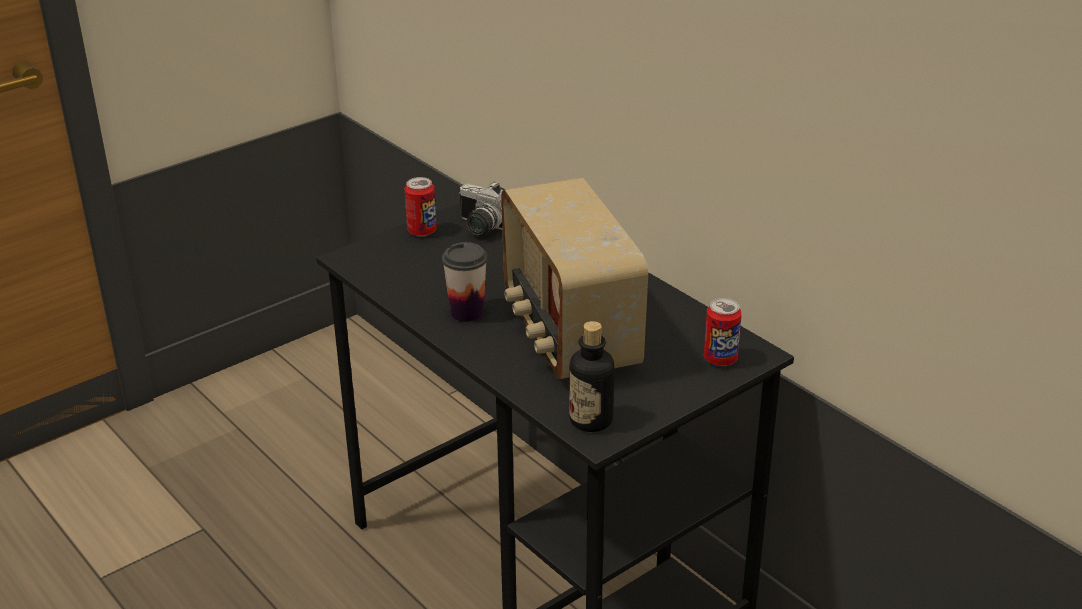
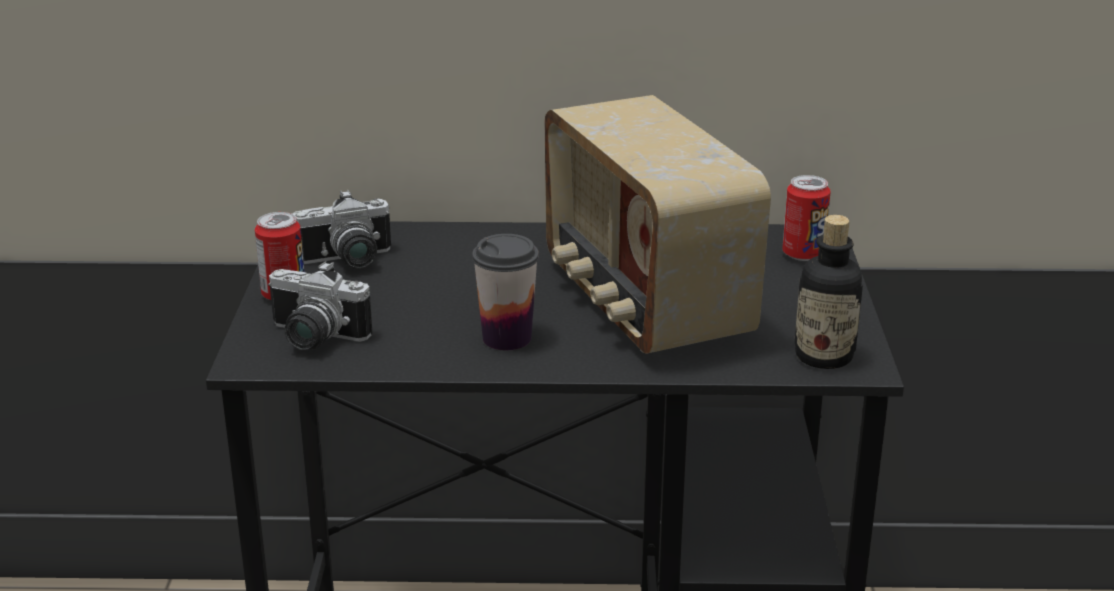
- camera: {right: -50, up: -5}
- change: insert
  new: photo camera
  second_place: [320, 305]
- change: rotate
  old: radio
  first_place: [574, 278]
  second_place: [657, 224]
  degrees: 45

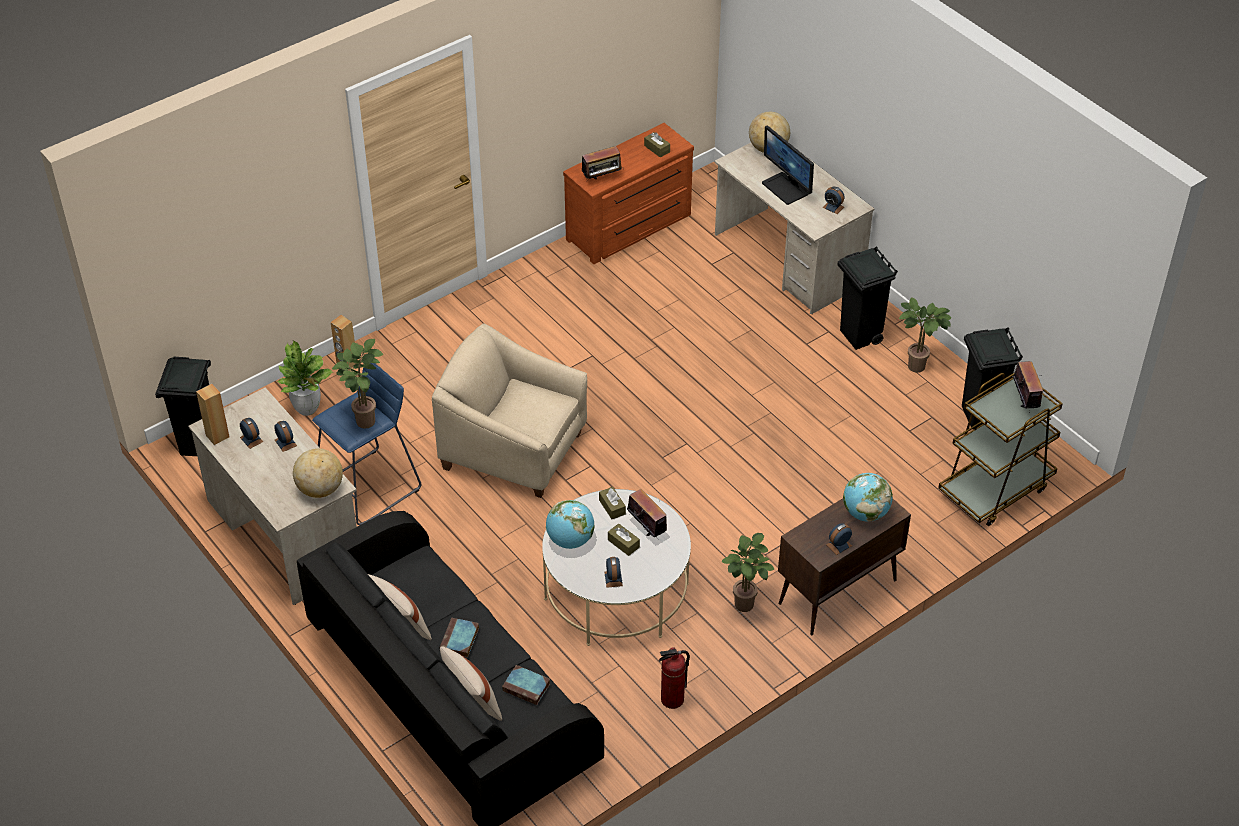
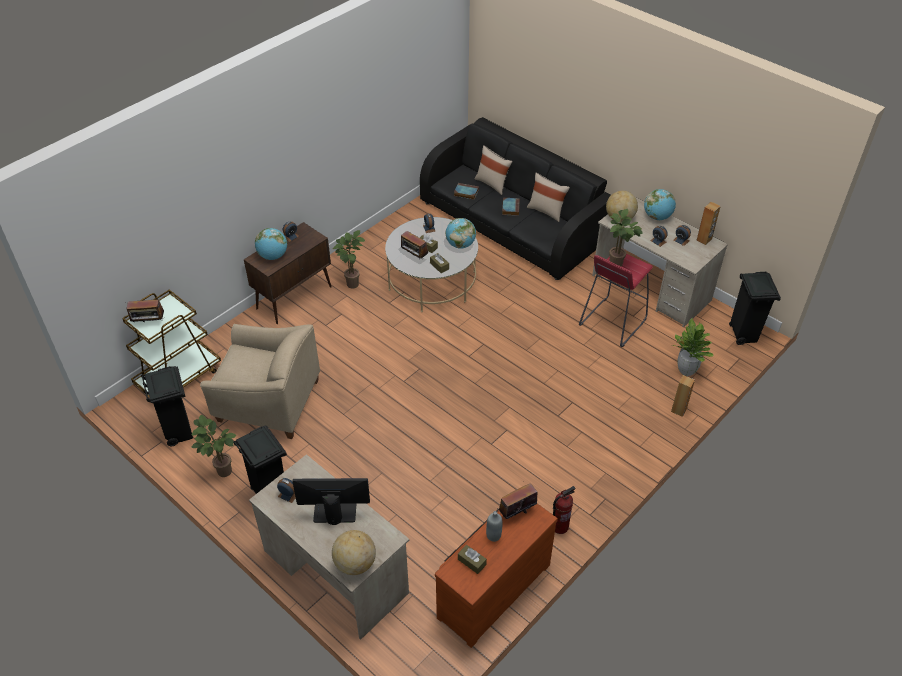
- camera: {right: 170, up: 0}
- change: insert
  new: grey bottle
  second_place: [494, 526]
- change: insert
  new: globe
  second_place: [660, 204]
- change: move
  old: beige armchair
  first_place: [509, 410]
  second_place: [260, 381]
- change: move
  old: fire extinguisher
  first_place: [674, 678]
  second_place: [564, 510]
- change: recolor
  old: blue stool
  new: red stool
  first_place: [367, 444]
  second_place: [616, 300]
- change: rotate
  old: monitor
  first_place: [788, 165]
  second_place: [331, 501]
  degrees: -45
- change: rotate
  old: radio
  first_place: [1027, 384]
  second_place: [145, 312]
  degrees: -75

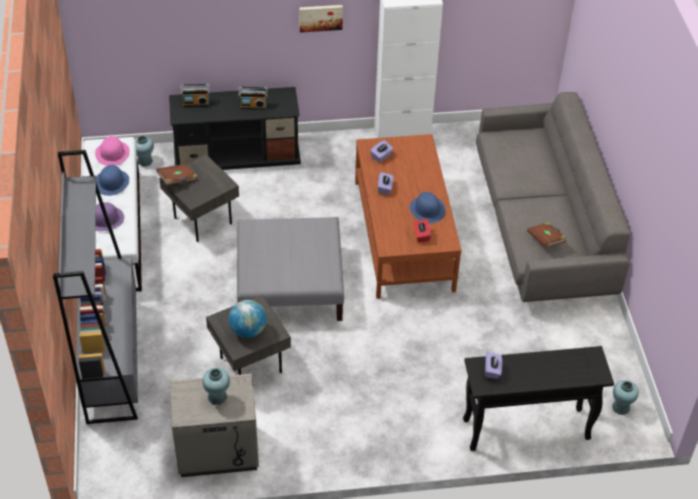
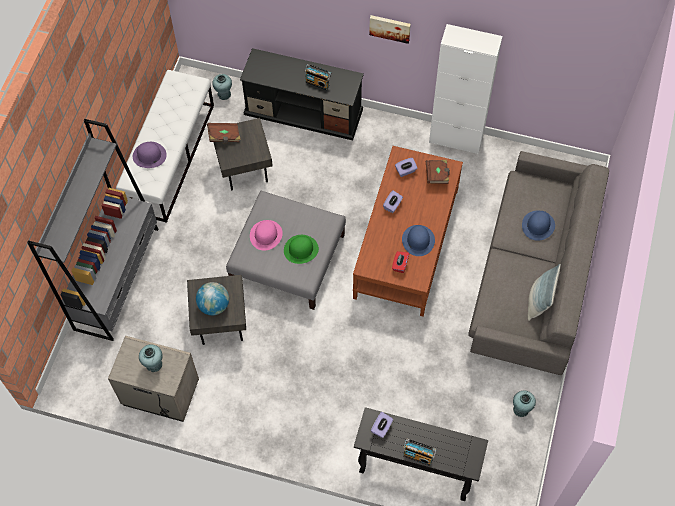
- camera: {right: 25, up: 15}
- change: insert
  new: green hat
  second_place: [301, 249]
- change: insert
  new: pillow
  second_place: [544, 292]
- change: move
  old: pink hat
  first_place: [112, 151]
  second_place: [266, 235]
- change: move
  old: blue hat
  first_place: [112, 180]
  second_place: [538, 225]
- change: move
  old: radio
  first_place: [195, 95]
  second_place: [420, 452]
- change: move
  old: brown book
  first_place: [546, 235]
  second_place: [438, 172]
- change: move
  old: turquoise vase
  first_place: [625, 397]
  second_place: [524, 404]

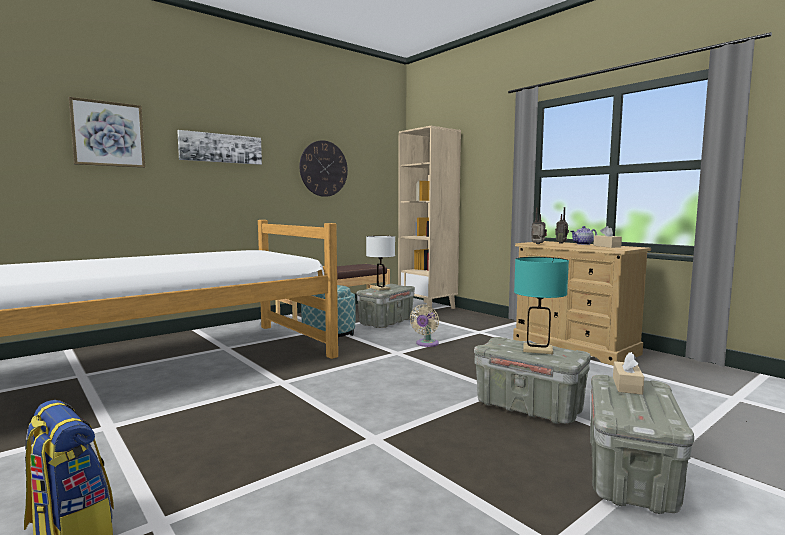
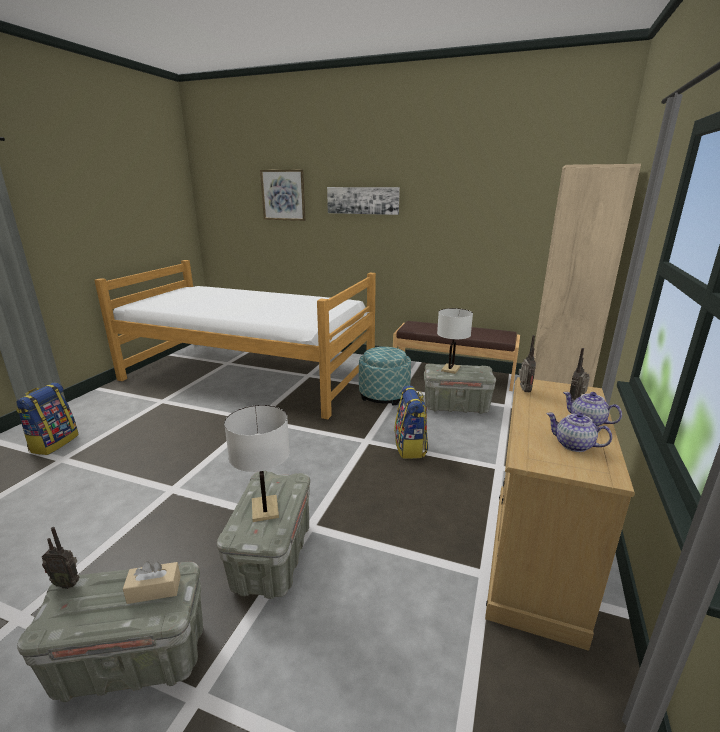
- camera: {right: 60, up: 15}
- change: delete
  old: wall clock
  first_place: [323, 168]
- change: insert
  new: radio
  second_place: [60, 558]
- change: replace
  old: beige fan
  new: backpack
  first_place: [424, 326]
  second_place: [411, 422]
- change: replace
  old: beige tissue box
  new: teapot
  first_place: [607, 237]
  second_place: [579, 432]
- change: recolor
  old: turquoise table lamp
  new: white table lamp
  first_place: [541, 305]
  second_place: [257, 463]

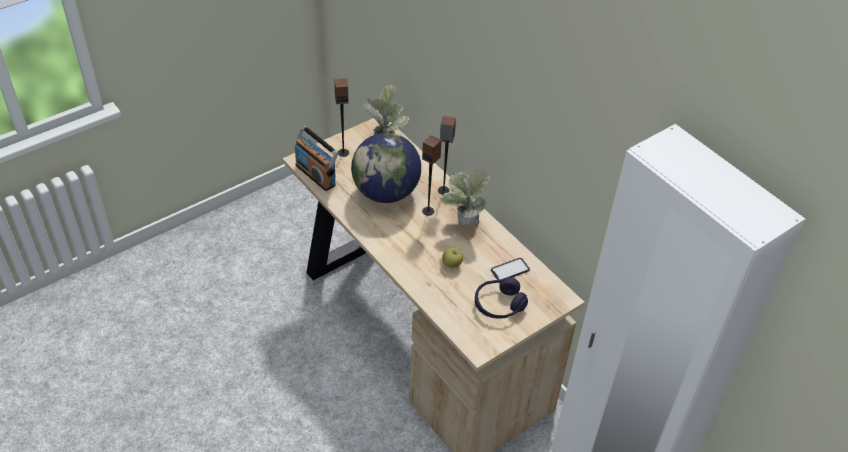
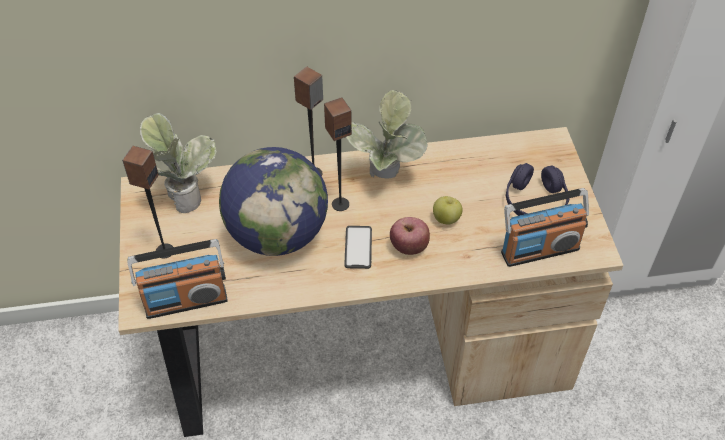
- camera: {right: -60, up: 5}
- change: insert
  new: apple
  second_place: [410, 236]
- change: insert
  new: radio
  second_place: [545, 227]
- change: move
  old: phone
  first_place: [510, 269]
  second_place: [358, 247]

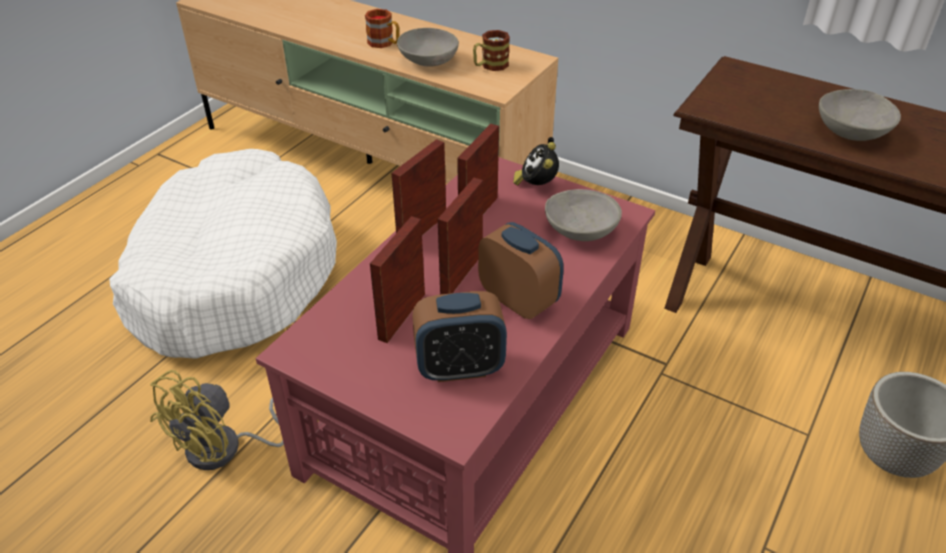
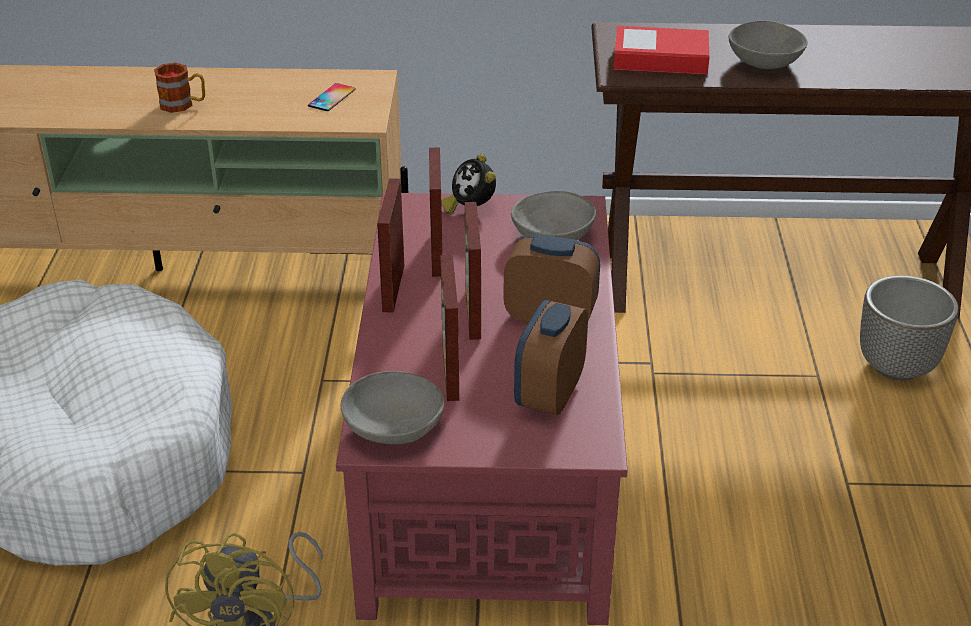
- camera: {right: -30, up: -5}
- change: insert
  new: book
  second_place: [662, 50]
- change: move
  old: grey bowl
  first_place: [428, 47]
  second_place: [392, 407]
- change: replace
  old: mug
  new: phone
  first_place: [491, 50]
  second_place: [332, 97]
- change: rotate
  old: alarm clock
  first_place: [459, 336]
  second_place: [551, 357]
  degrees: 150

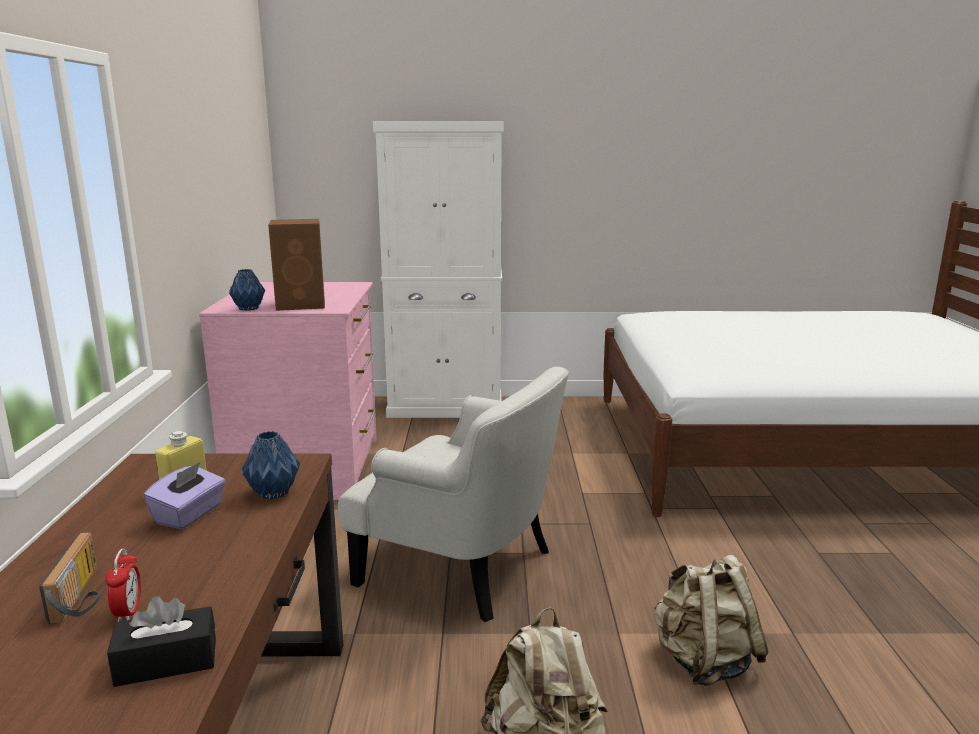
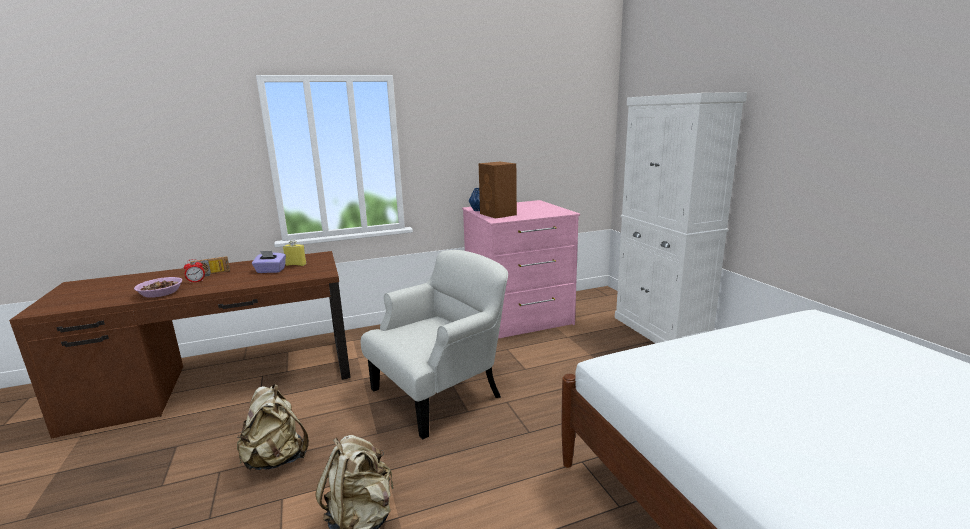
- camera: {right: 70, up: 0}
- change: delete
  old: blue vase
  first_place: [271, 465]
- change: replace
  old: black tissue box
  new: bowl
  first_place: [161, 641]
  second_place: [158, 287]
- change: rotate
  old: white armchair
  first_place: [453, 494]
  second_place: [434, 344]
  degrees: -135

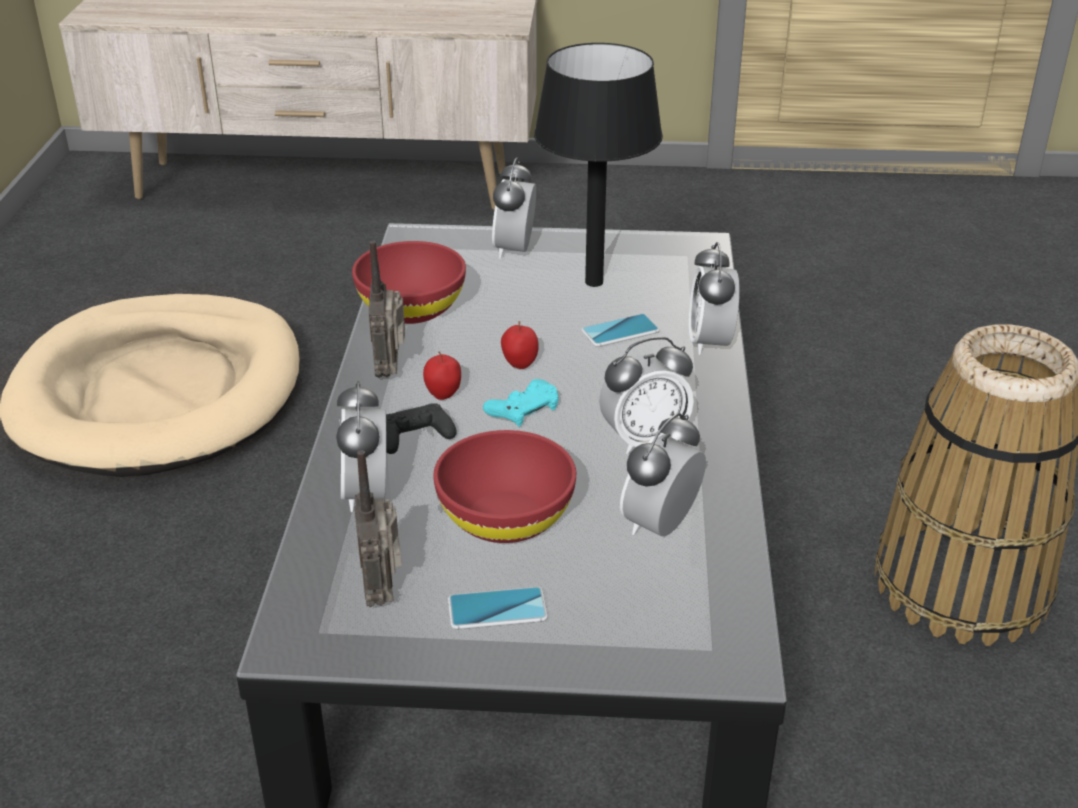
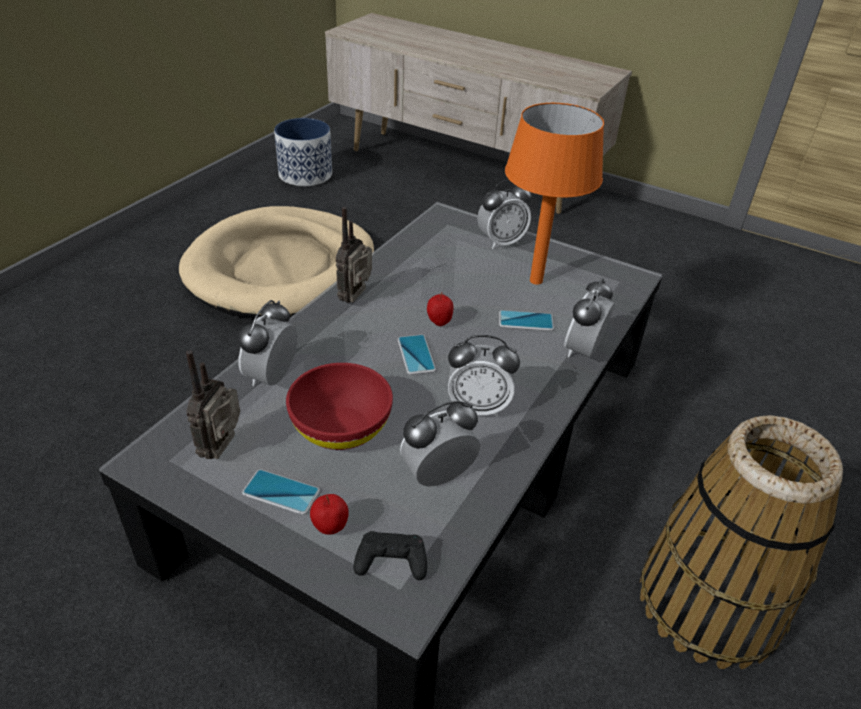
- camera: {right: 25, up: 5}
- change: delete
  old: red bowl
  first_place: [409, 282]
- change: insert
  new: planter
  second_place: [303, 152]
- change: move
  old: black game controller
  first_place: [421, 428]
  second_place: [390, 555]
- change: move
  old: apple
  first_place: [442, 376]
  second_place: [329, 514]
- change: replace
  old: turquoise game controller
  new: phone
  first_place: [521, 403]
  second_place: [417, 355]
- change: recolor
  old: black table lamp
  new: orange table lamp
  first_place: [598, 165]
  second_place: [554, 194]
- change: rotate
  old: alarm clock
  first_place: [514, 208]
  second_place: [504, 214]
  degrees: -150

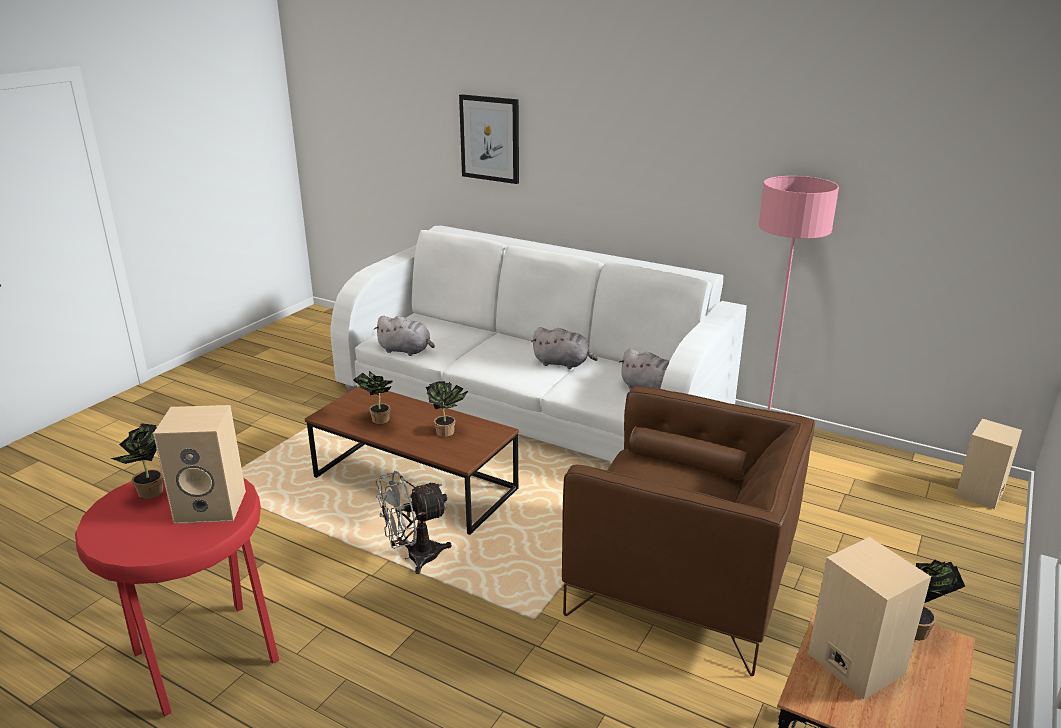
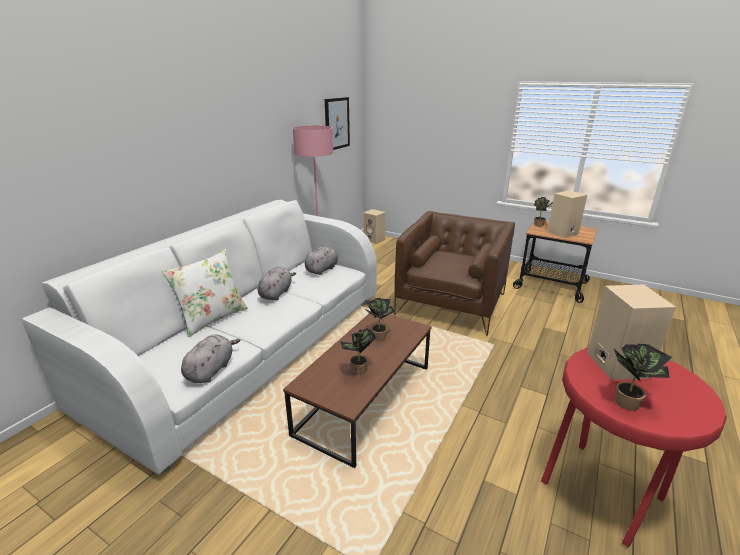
- camera: {right: -90, up: 0}
- change: delete
  old: grey fan
  first_place: [414, 522]
- change: insert
  new: white pillow
  second_place: [205, 293]
- change: move
  old: picture
  first_place: [489, 139]
  second_place: [337, 123]

